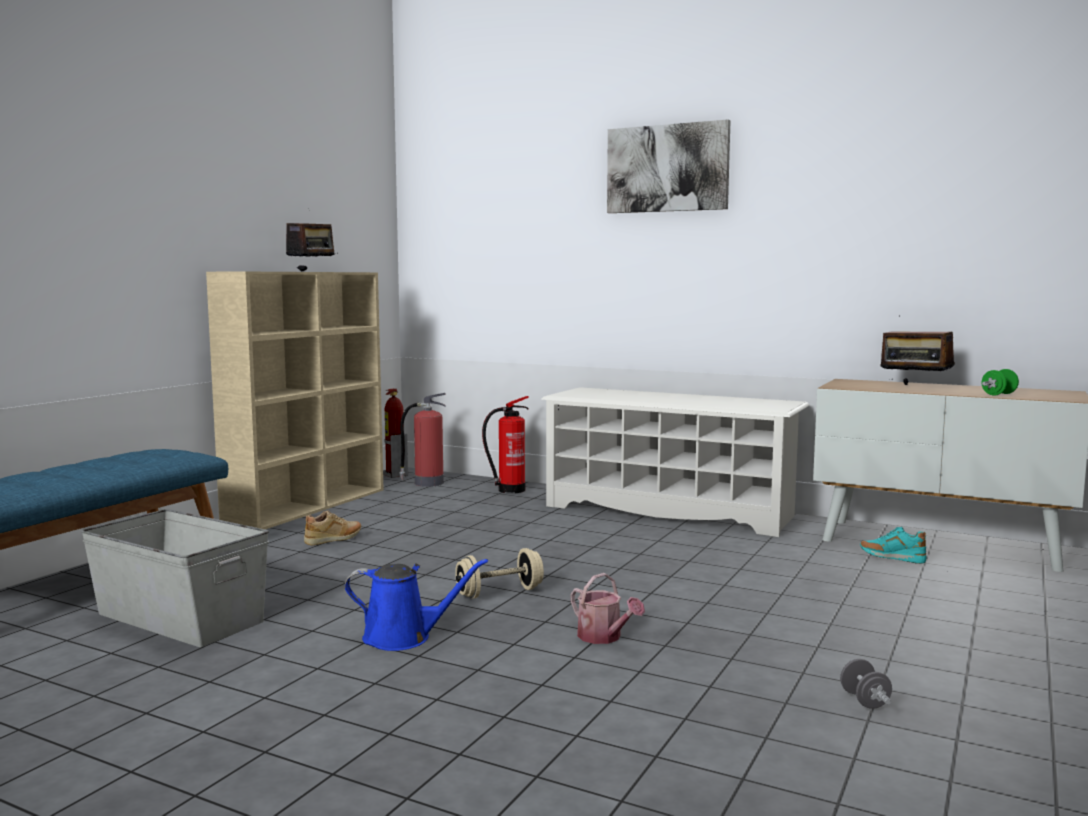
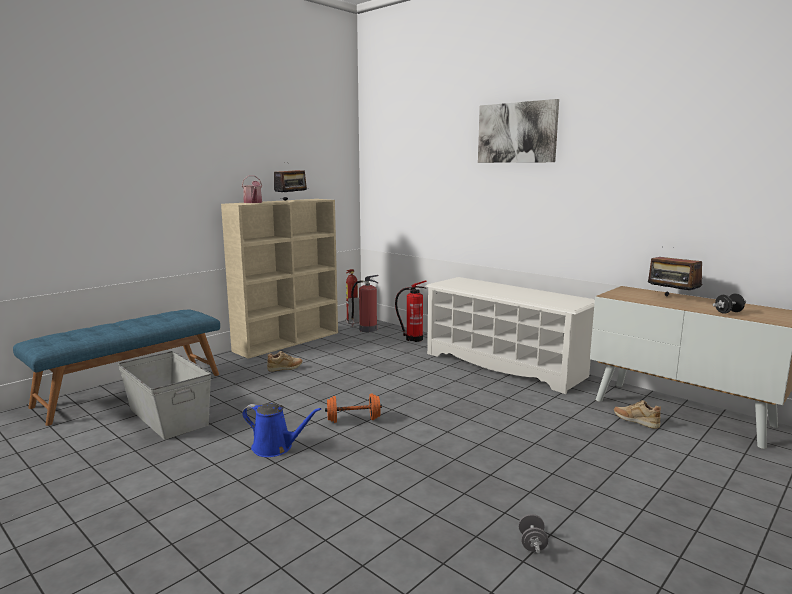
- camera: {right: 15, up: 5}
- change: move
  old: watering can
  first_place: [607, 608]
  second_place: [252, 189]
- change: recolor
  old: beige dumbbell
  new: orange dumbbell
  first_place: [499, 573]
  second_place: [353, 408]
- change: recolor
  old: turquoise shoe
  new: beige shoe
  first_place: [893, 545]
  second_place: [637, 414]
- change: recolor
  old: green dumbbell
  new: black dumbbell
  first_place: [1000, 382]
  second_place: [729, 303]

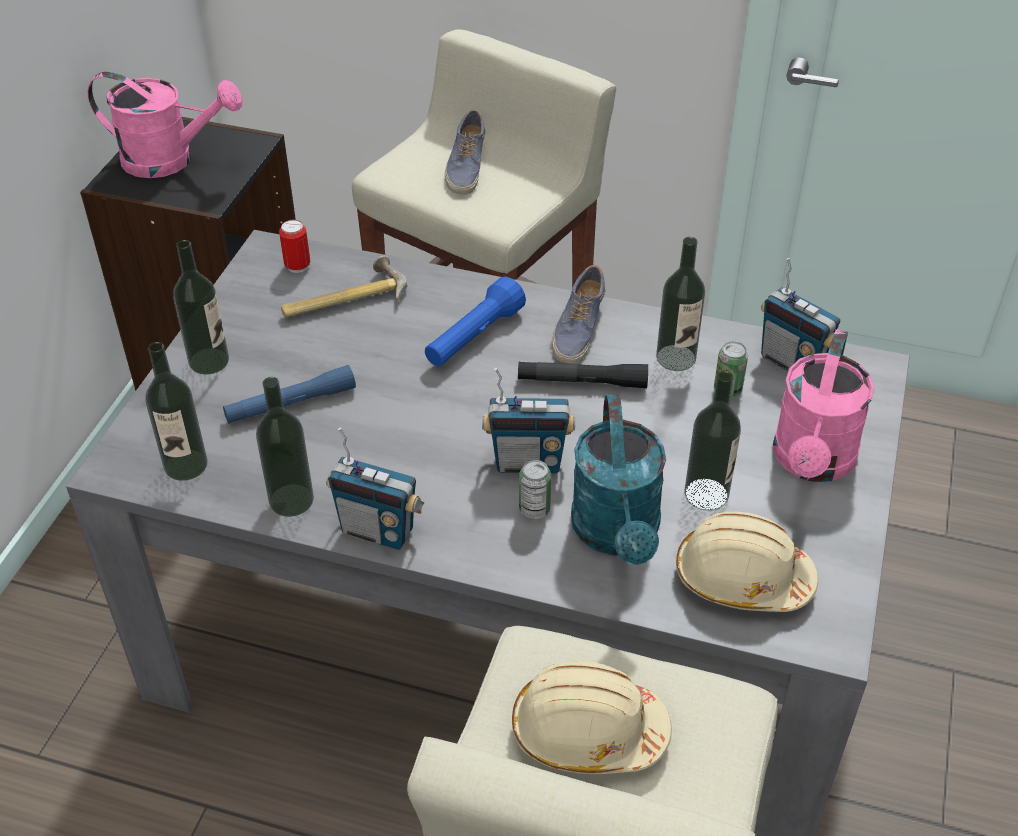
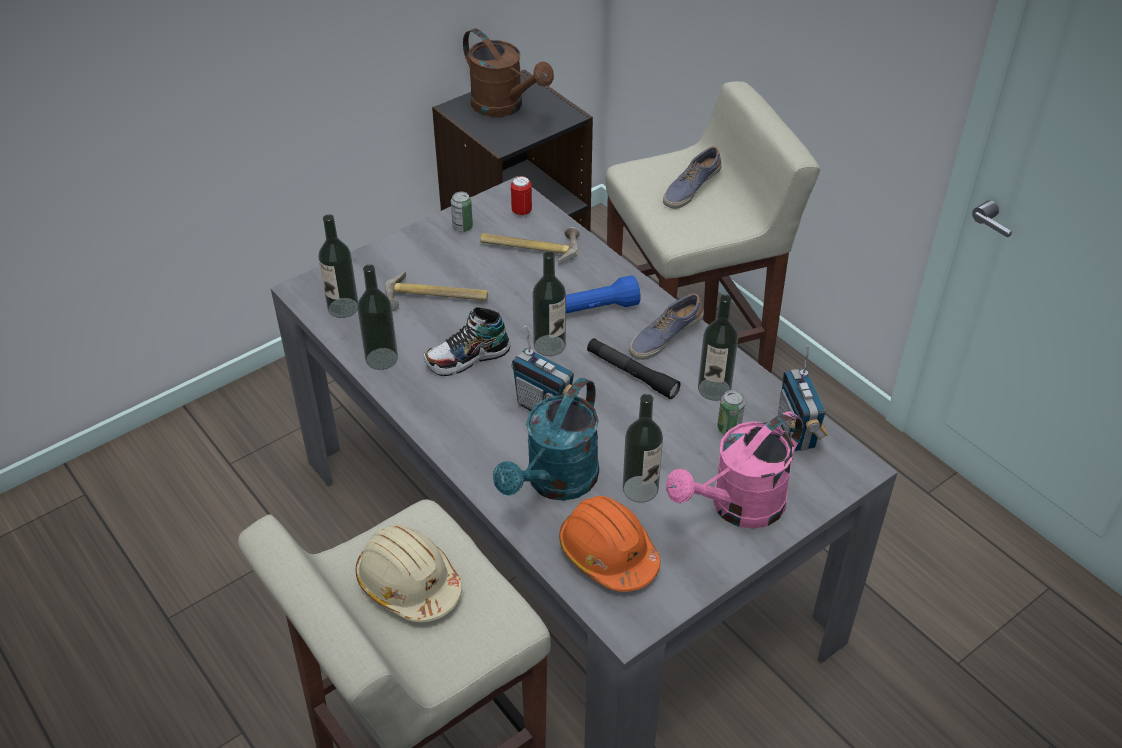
- camera: {right: 35, up: 0}
- change: delete
  old: radio
  first_place: [375, 488]
- change: insert
  new: shoe
  second_place: [466, 342]
- change: move
  old: bottle
  first_place: [201, 307]
  second_place: [549, 303]
- change: move
  old: can
  first_place: [535, 489]
  second_place: [462, 212]
- change: replace
  old: blue flashlight
  new: hammer
  first_place: [289, 394]
  second_place: [436, 291]
- change: recolor
  old: pink watering can
  new: brown watering can
  first_place: [165, 125]
  second_place: [508, 72]
- change: recolor
  old: beige hard hat
  new: orange hard hat
  first_place: [747, 562]
  second_place: [609, 544]

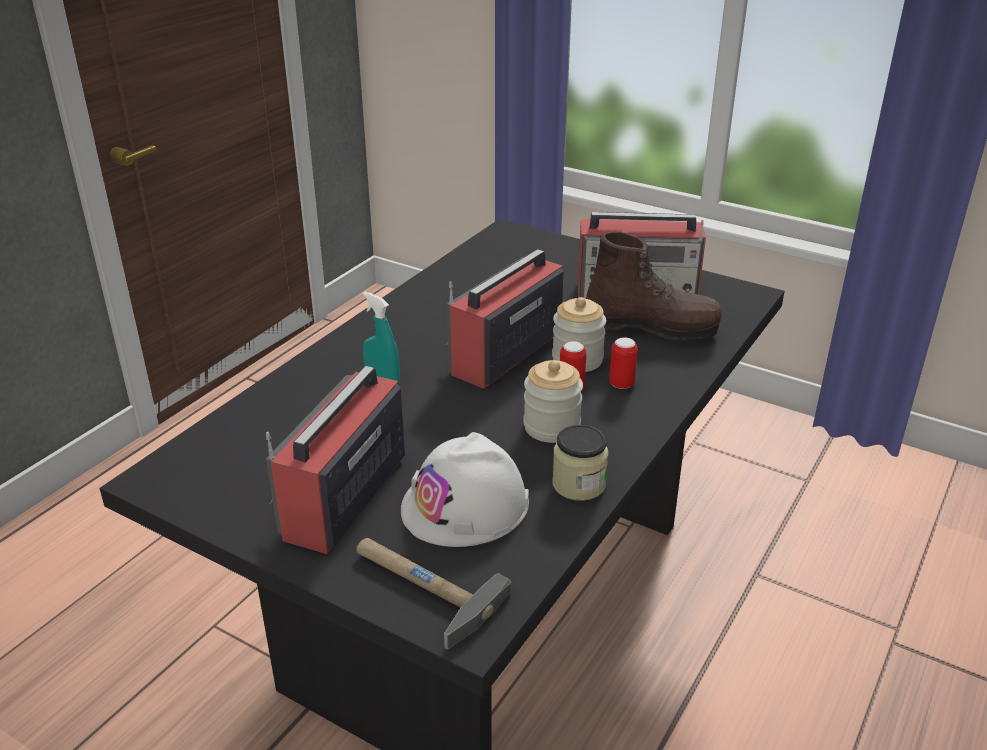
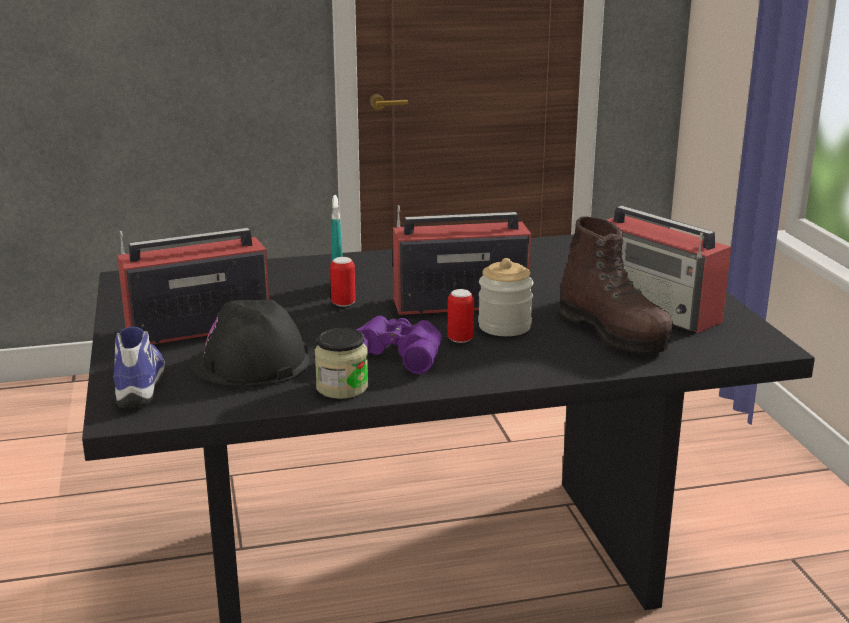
- camera: {right: 45, up: -10}
- change: move
  old: can
  first_place: [623, 363]
  second_place: [343, 282]
- change: replace
  old: hammer
  new: shoe
  first_place: [433, 594]
  second_place: [139, 367]
- change: replace
  old: jar
  new: purple binoculars
  first_place: [553, 401]
  second_place: [399, 345]
- change: recolor
  old: white hard hat
  new: black hard hat
  first_place: [465, 489]
  second_place: [250, 343]

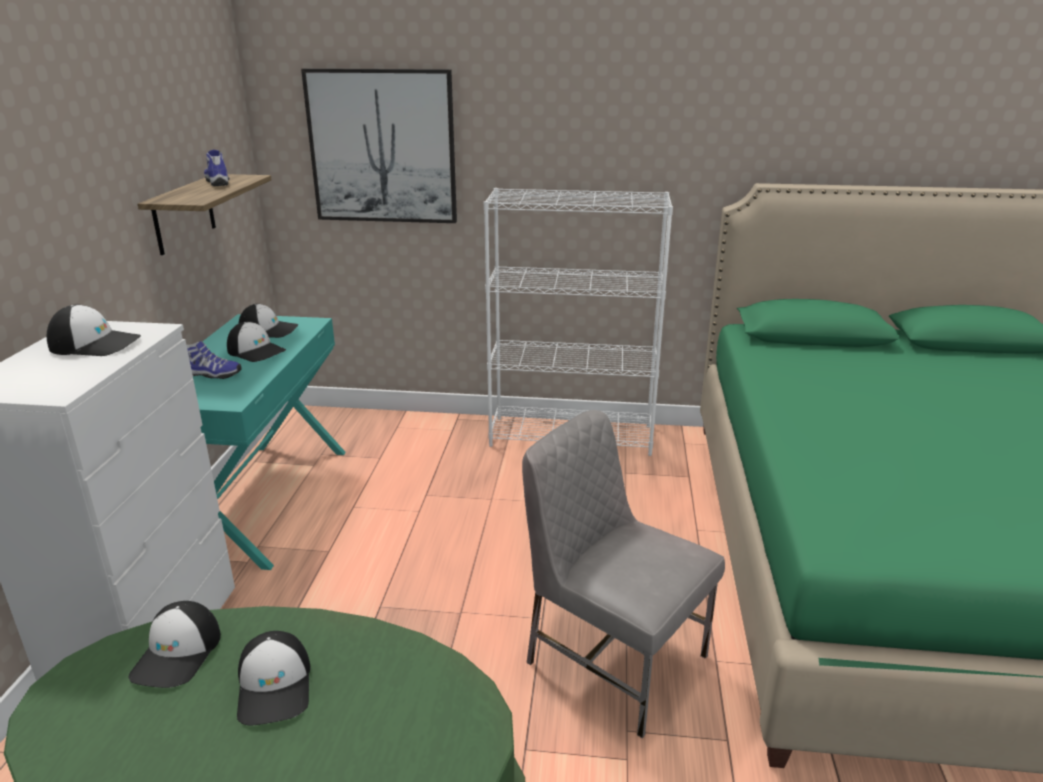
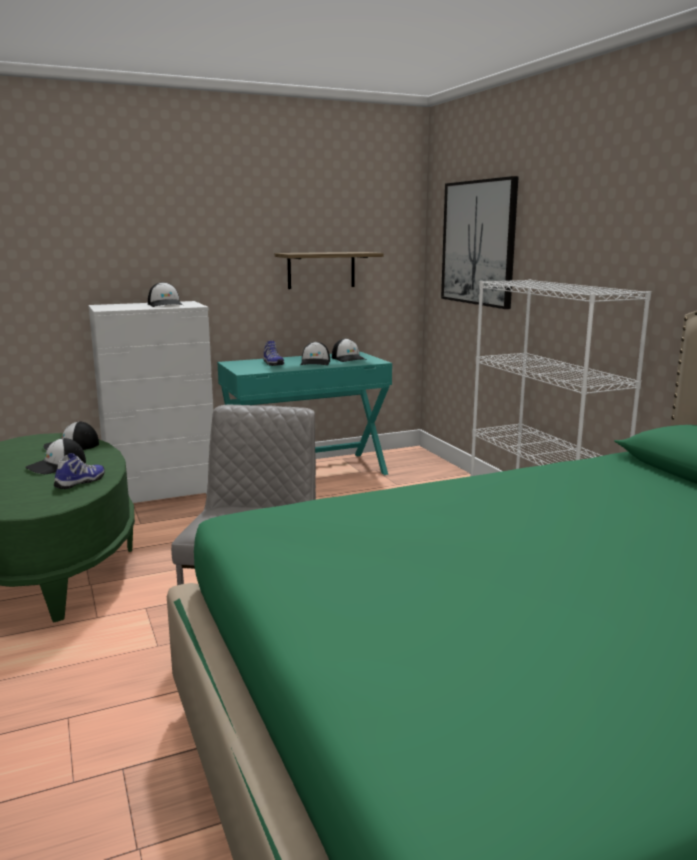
- camera: {right: 60, up: -10}
- change: move
  old: shoe
  first_place: [217, 168]
  second_place: [79, 471]

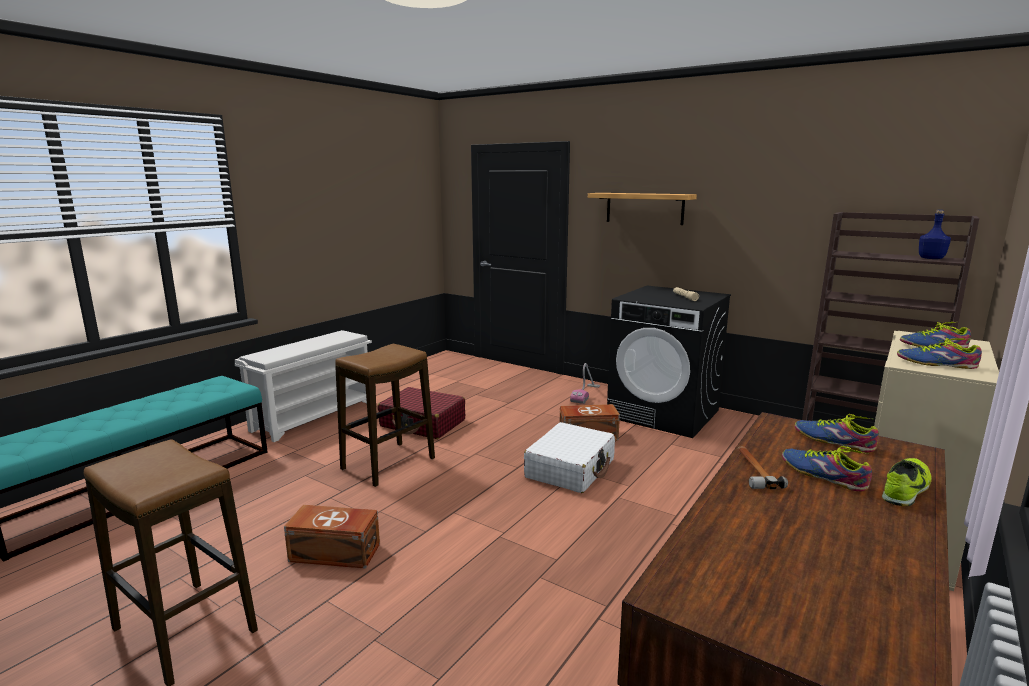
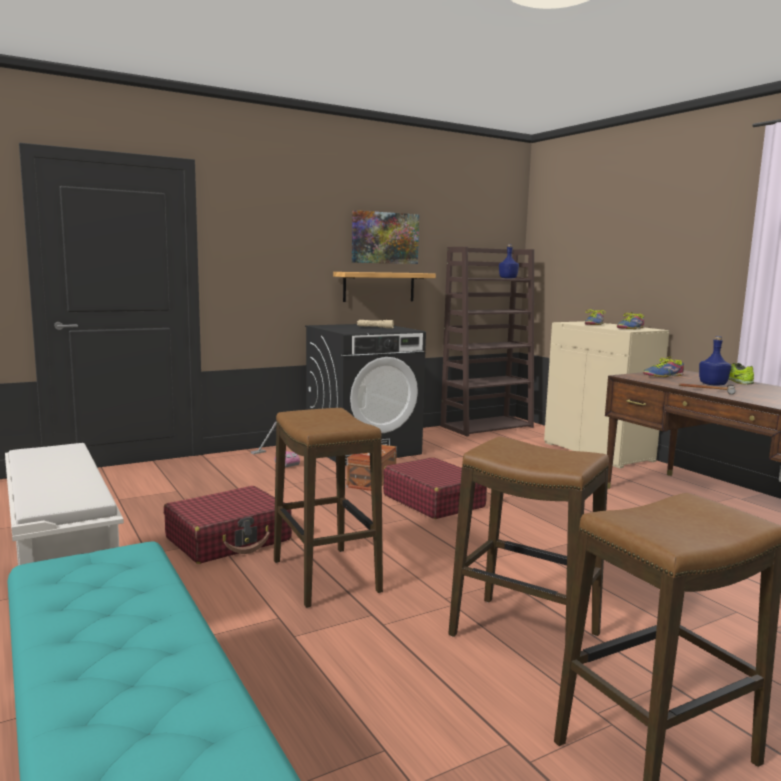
- camera: {right: -65, up: -5}
- change: insert
  new: picture
  second_place: [385, 237]
- change: move
  old: shelf
  first_place: [642, 209]
  second_place: [384, 287]
- change: replace
  old: brown storage box
  new: stool
  first_place: [332, 537]
  second_place: [528, 539]
- change: replace
  old: shoe
  new: blue bottle
  first_place: [827, 468]
  second_place: [715, 361]
- change: recolor
  old: white suitcase
  new: red suitcase
  first_place: [569, 457]
  second_place: [435, 488]

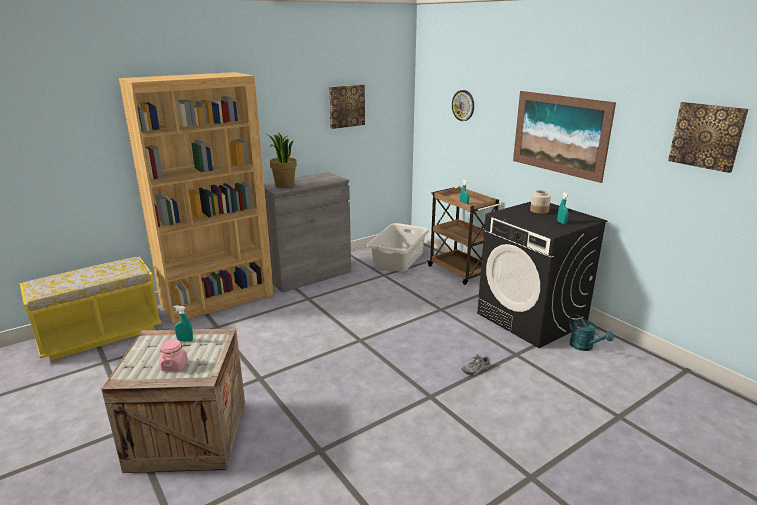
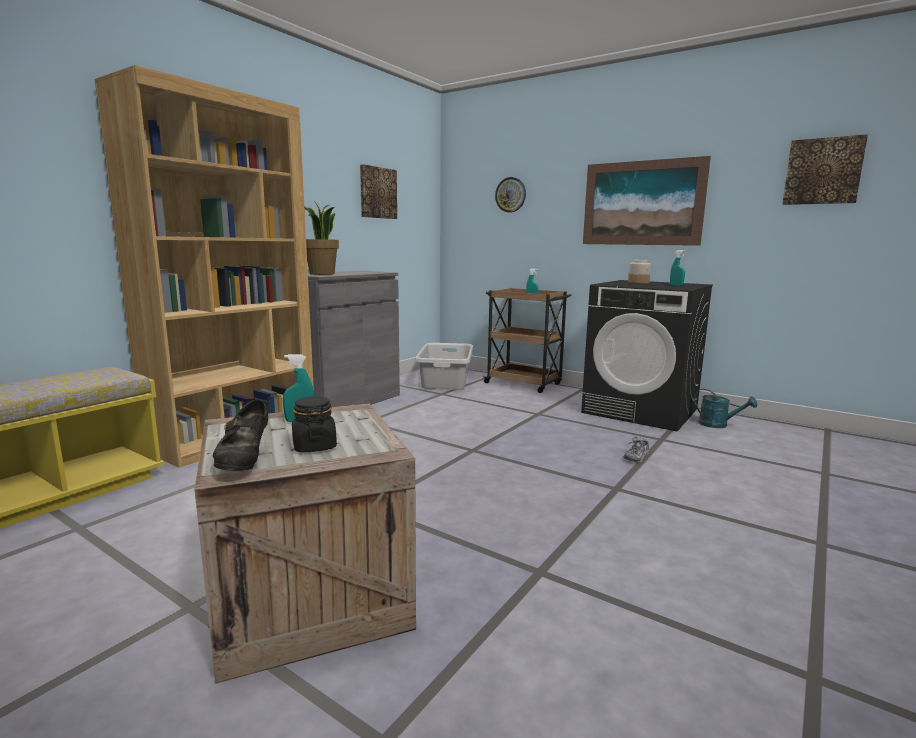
- camera: {right: -20, up: -10}
- change: insert
  new: black shoe
  second_place: [240, 435]
- change: recolor
  old: pink jar
  new: black jar
  first_place: [173, 355]
  second_place: [314, 424]

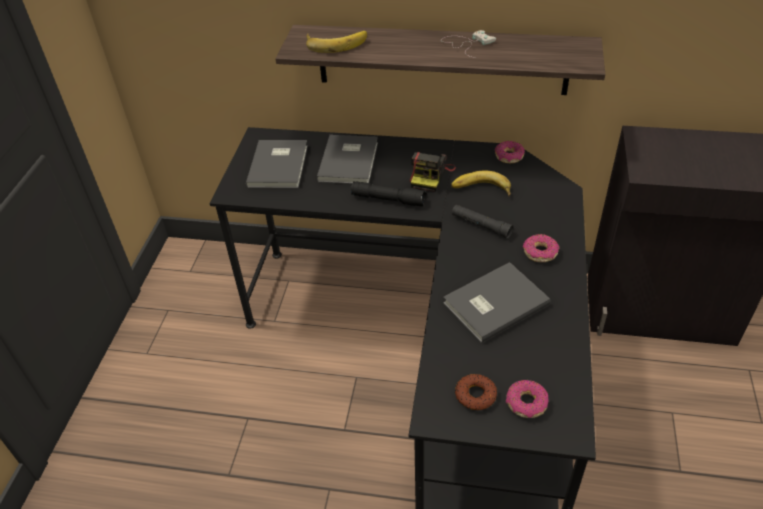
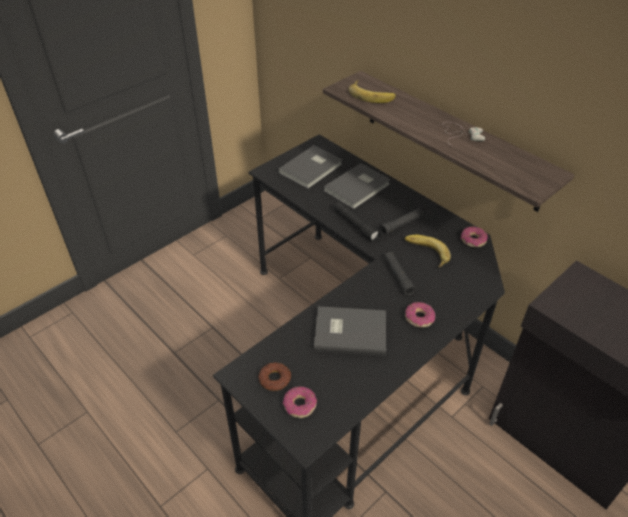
- camera: {right: 35, up: 0}
- change: replace
  old: photo camera
  new: black flashlight
  first_place: [433, 172]
  second_place: [401, 221]

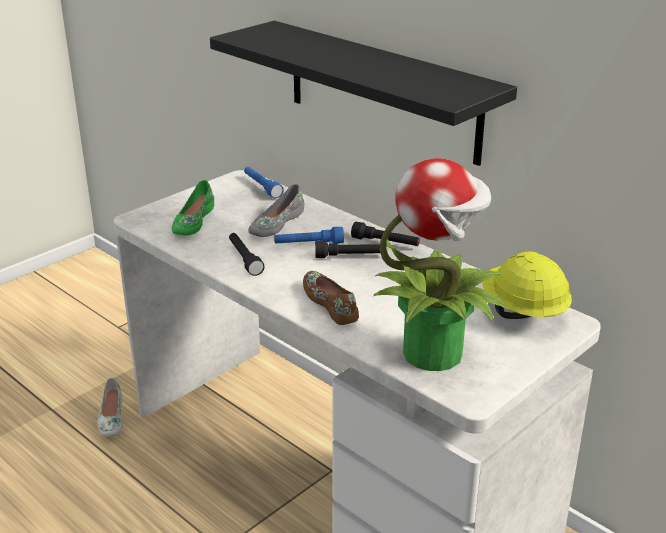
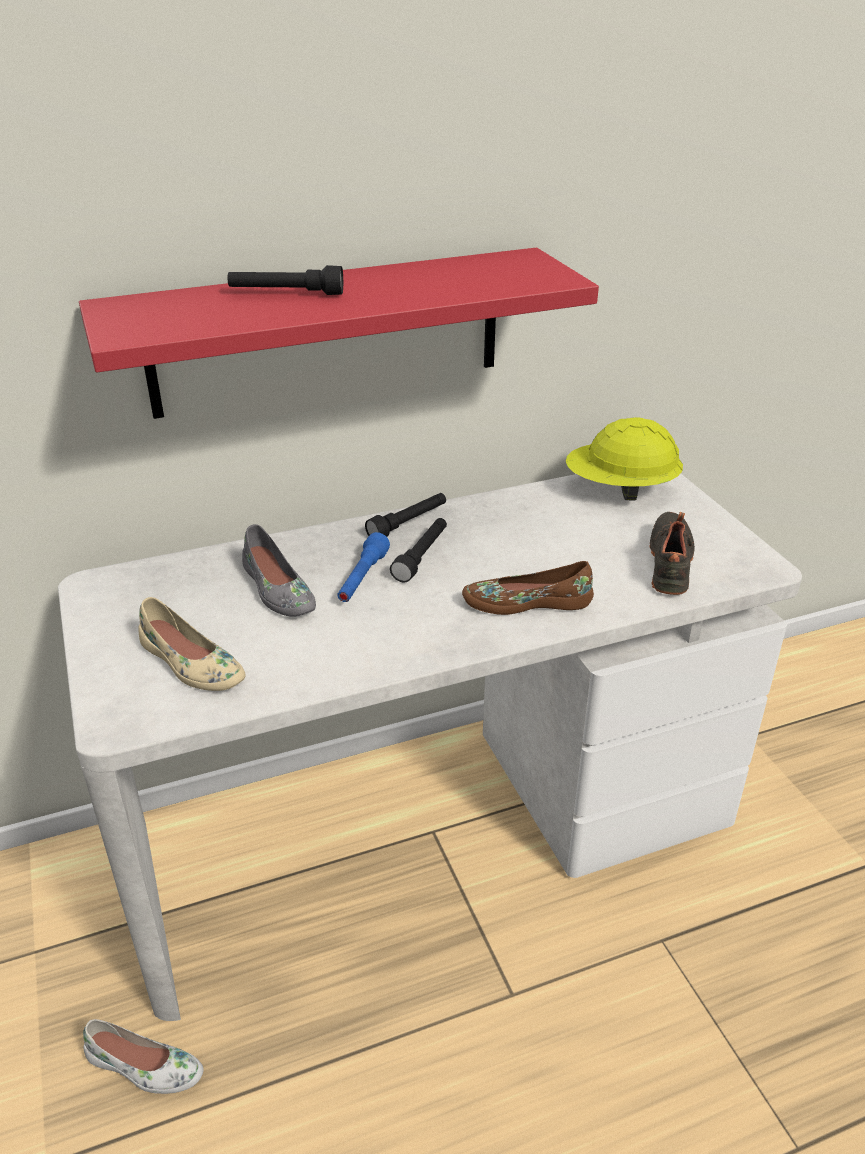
- camera: {right: -65, up: 5}
- change: delete
  old: blue flashlight
  first_place: [264, 182]
- change: move
  old: black flashlight
  first_place: [247, 254]
  second_place: [285, 280]
- change: replace
  old: potted plant
  new: black shoe
  first_place: [440, 264]
  second_place: [672, 553]
- change: recolor
  old: green shoe
  new: beige shoe
  first_place: [193, 207]
  second_place: [192, 644]
- change: recolor
  old: black shelf
  new: red shelf
  first_place: [363, 93]
  second_place: [339, 333]

